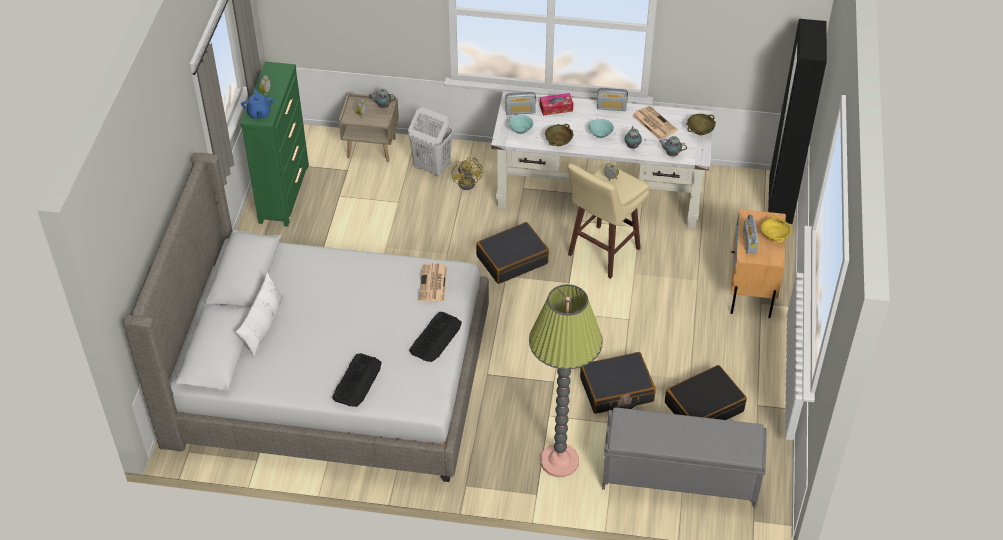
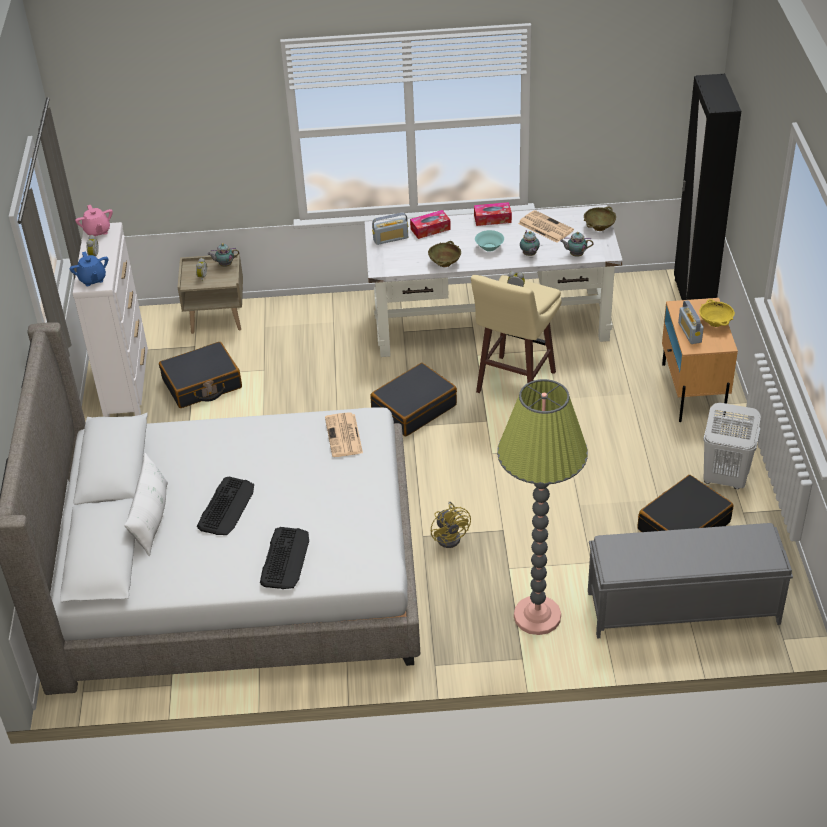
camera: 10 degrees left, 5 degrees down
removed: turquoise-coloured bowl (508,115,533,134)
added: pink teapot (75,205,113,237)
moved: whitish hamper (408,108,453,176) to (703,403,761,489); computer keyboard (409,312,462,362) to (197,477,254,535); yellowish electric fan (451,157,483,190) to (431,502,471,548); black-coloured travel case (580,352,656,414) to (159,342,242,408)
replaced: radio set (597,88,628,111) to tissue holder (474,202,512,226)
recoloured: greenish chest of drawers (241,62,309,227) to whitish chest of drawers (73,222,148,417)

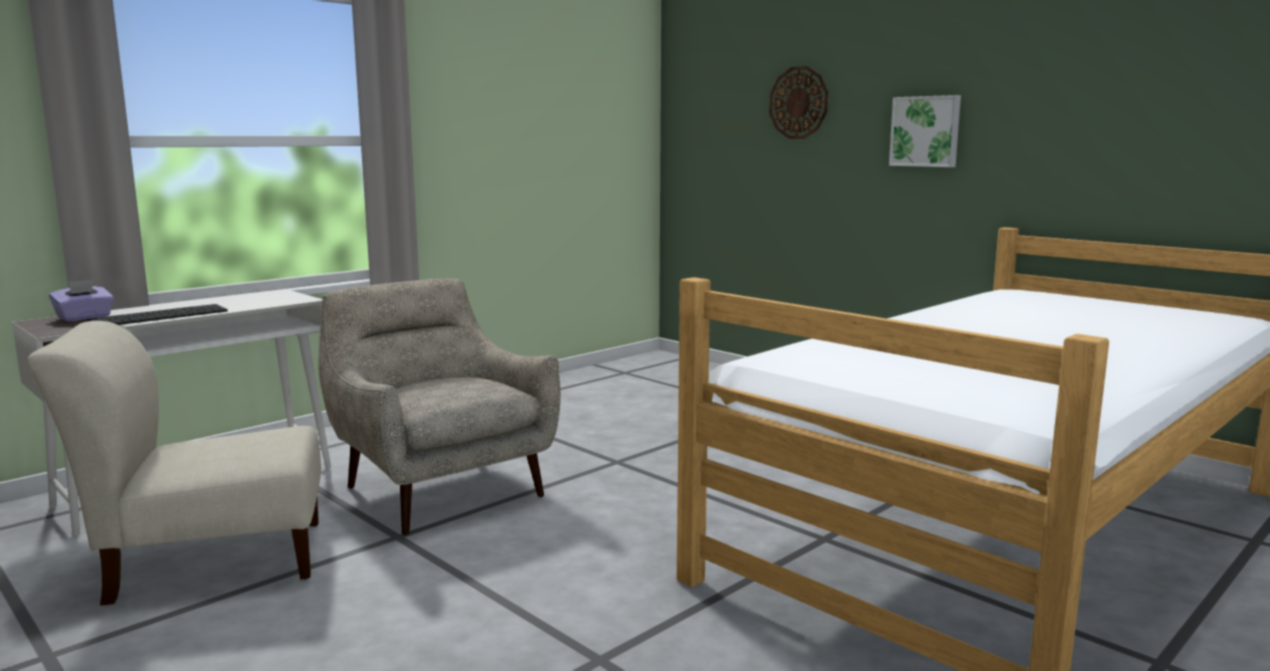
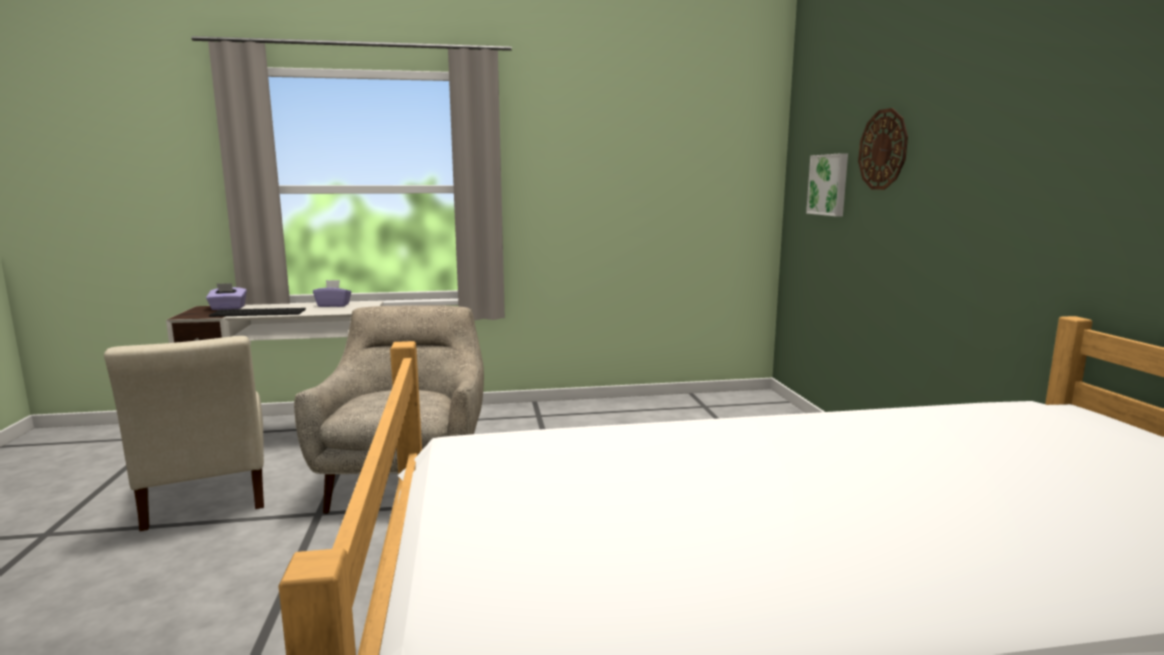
camera: 35 degrees right, 0 degrees up
added: purplish tissue holder (313,280,351,307)
moved: wall art (889,95,961,167) to (806,153,848,216)
turned: beige-coloured upright chair (28,321,321,605) = (104,336,264,531) 135 degrees counterclockwise

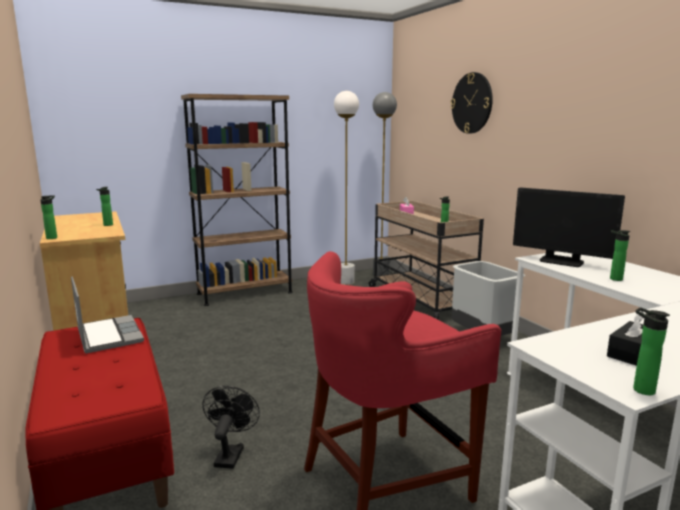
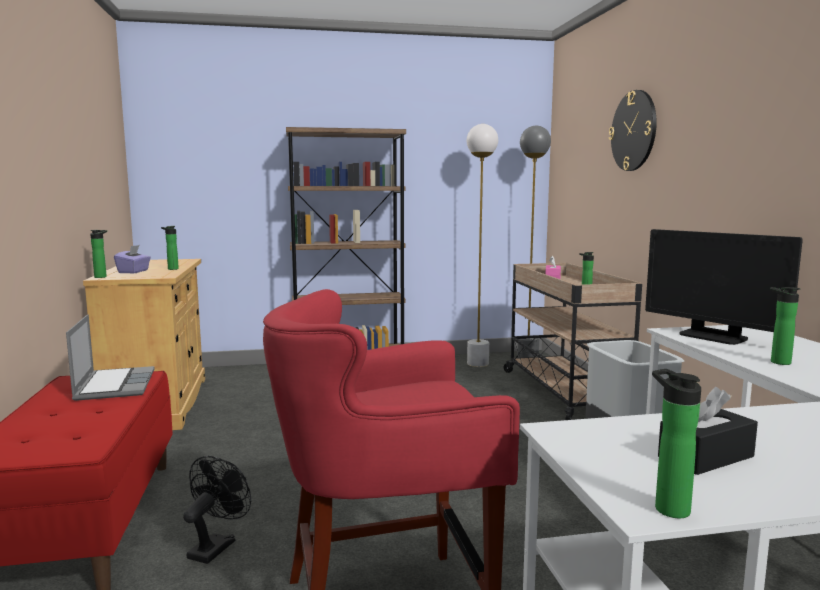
camera: 15 degrees right, 5 degrees down
added: purplish tissue holder (114,245,151,273)

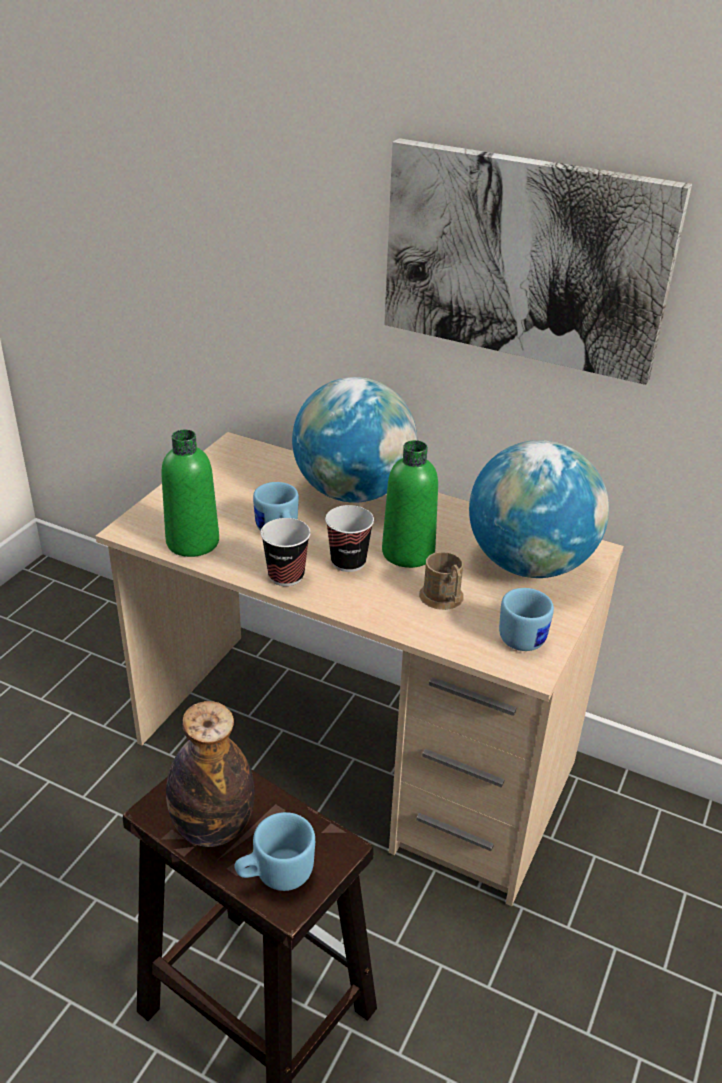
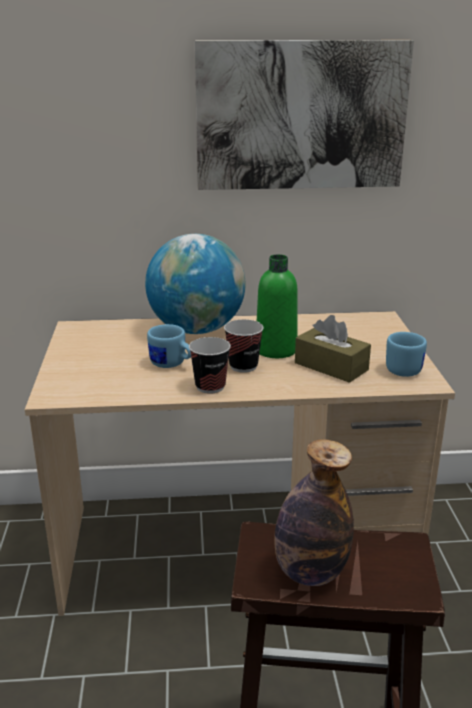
camera: 30 degrees left, 10 degrees down
removed: greenish beverage bottle (161,430,219,557); bluish mug (234,812,315,891); globe (469,440,609,578)
replaced: brownish mug (419,552,464,610) to brownish tissue holder (295,315,371,383)

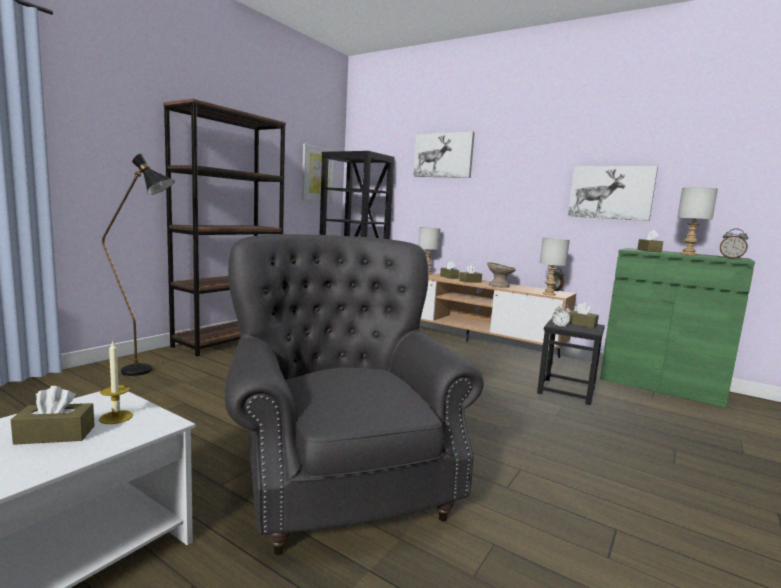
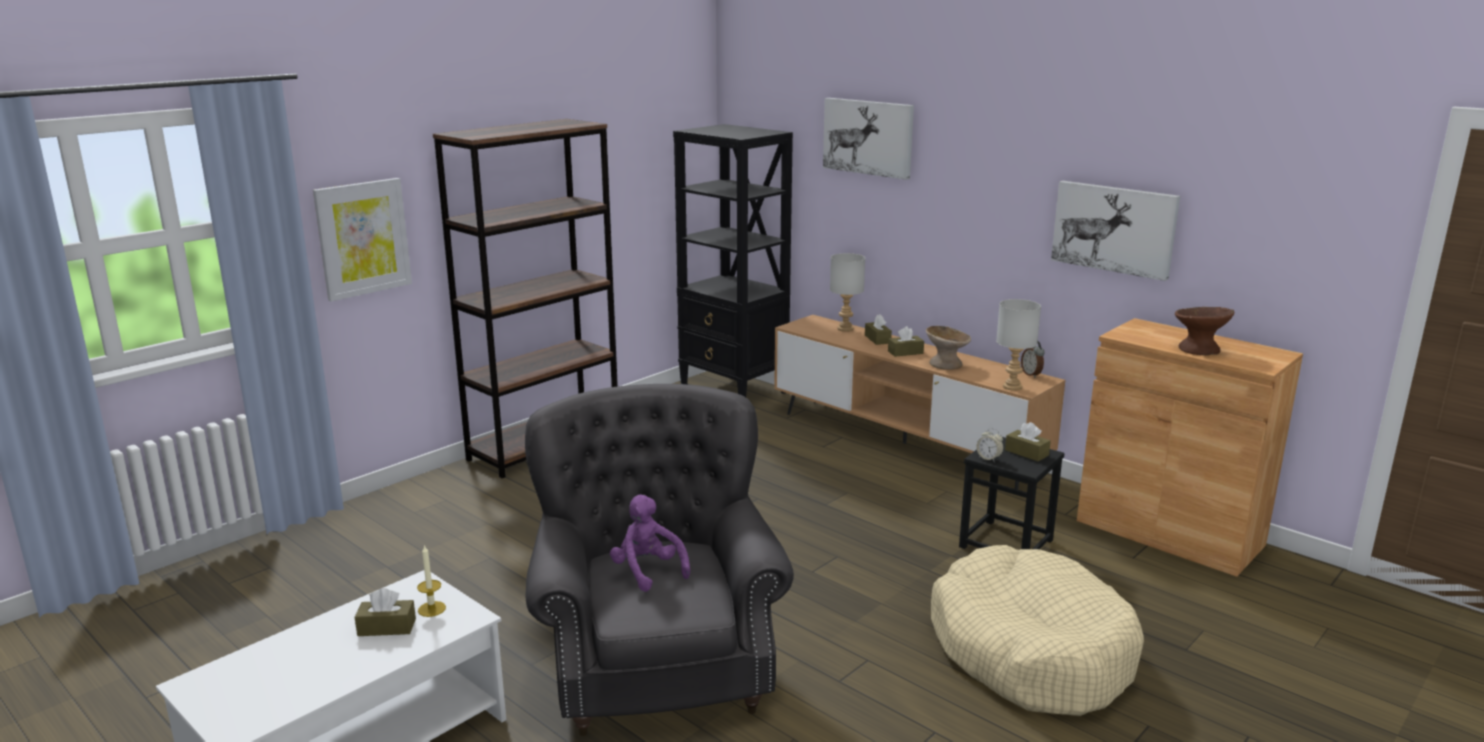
camera: 10 degrees right, 10 degrees up
removed: black-coloured floor lamp (102,154,174,376); brownish tissue holder (637,230,663,252); table clock (720,229,748,259)
added: purplish plush toy (610,494,690,592); beige-coloured pet bed (931,545,1144,716)
moved: wall art (302,144,335,202) to (313,178,412,301)
replaced: greyish lamp for a table (677,187,718,255) to brownish bowl (1175,307,1234,356)
recoloured: greenish cupboard (600,248,755,408) to brownish cupboard (1077,318,1303,577)

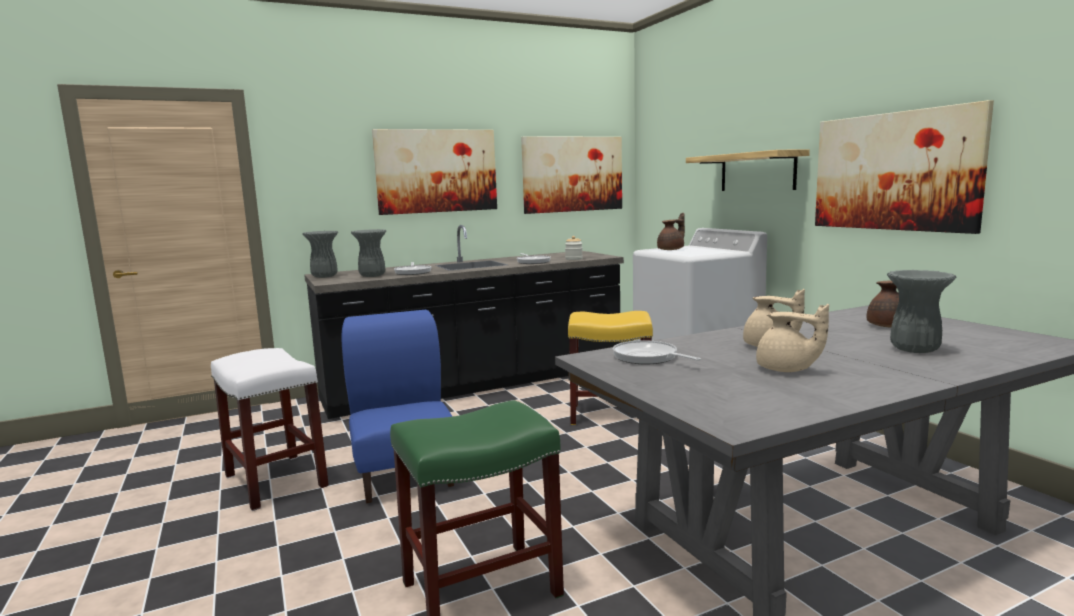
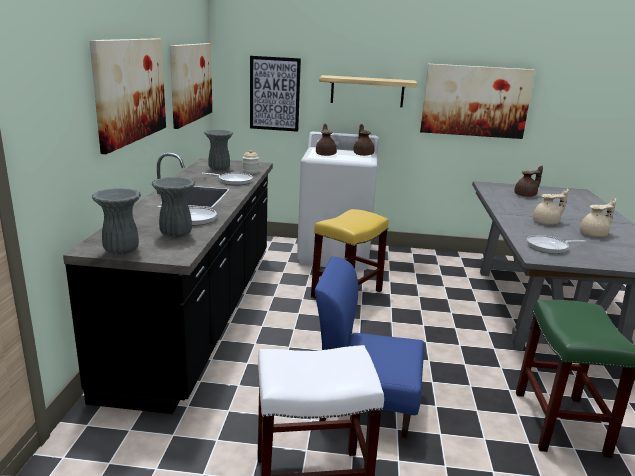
camera: 60 degrees left, 10 degrees up
added: wall art (250,56,301,132); brownish teapot (354,124,374,156)
moved: greyish flower vase (887,270,957,353) to (204,130,233,171)

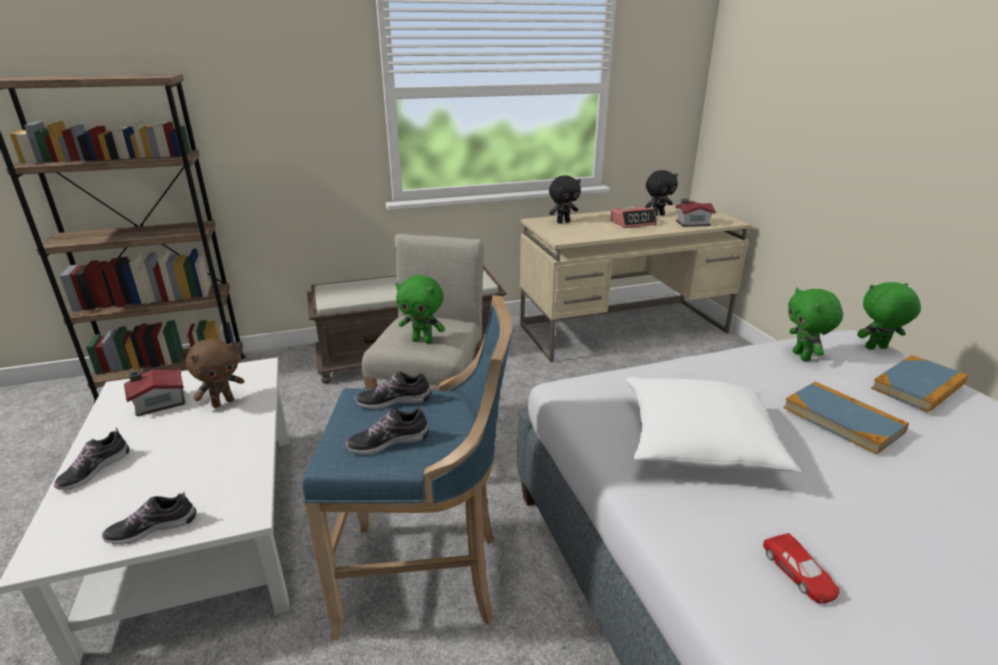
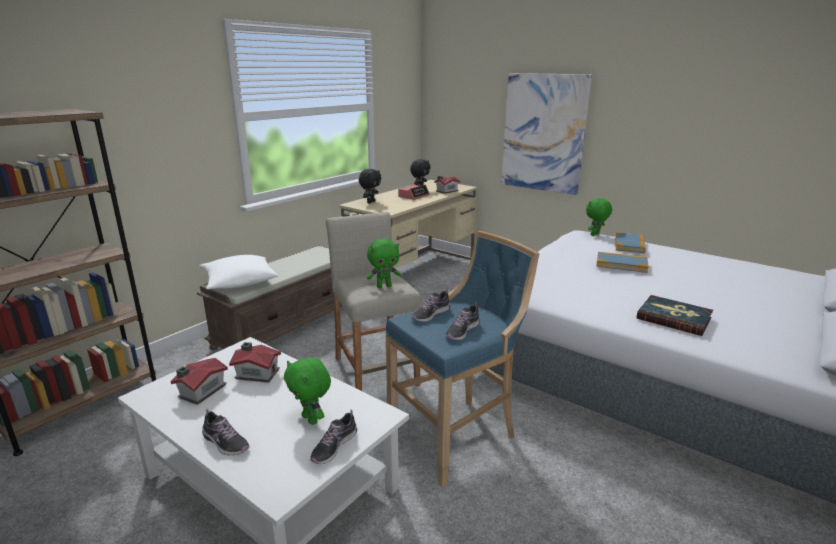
camera: 35 degrees left, 5 degrees down
added: wall art (501,73,592,195)
moved: whitish cushion (626,377,802,473) to (200,255,279,290); greenish plush toy (788,287,843,361) to (284,357,331,425)
replaced: brownish plush toy (186,338,245,408) to toy house (229,342,281,383); red miniature car (763,533,840,604) to book (636,295,713,336)
turned: low shoe (54,428,129,490) = (202,409,250,456) 45 degrees counterclockwise

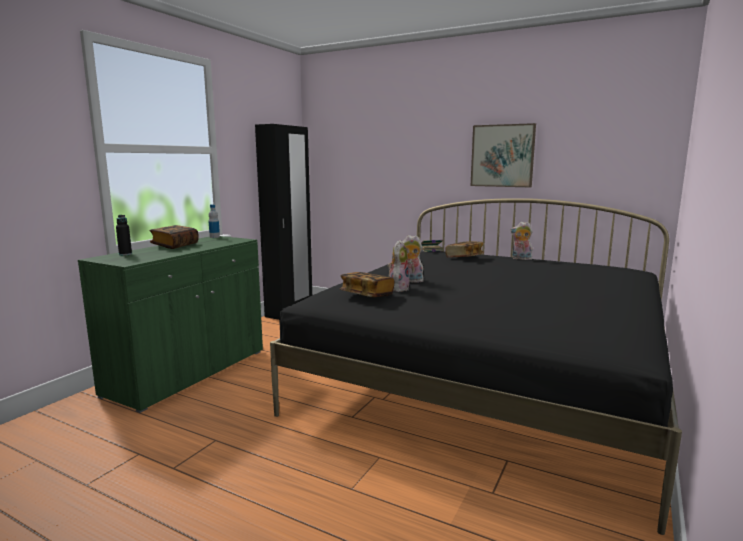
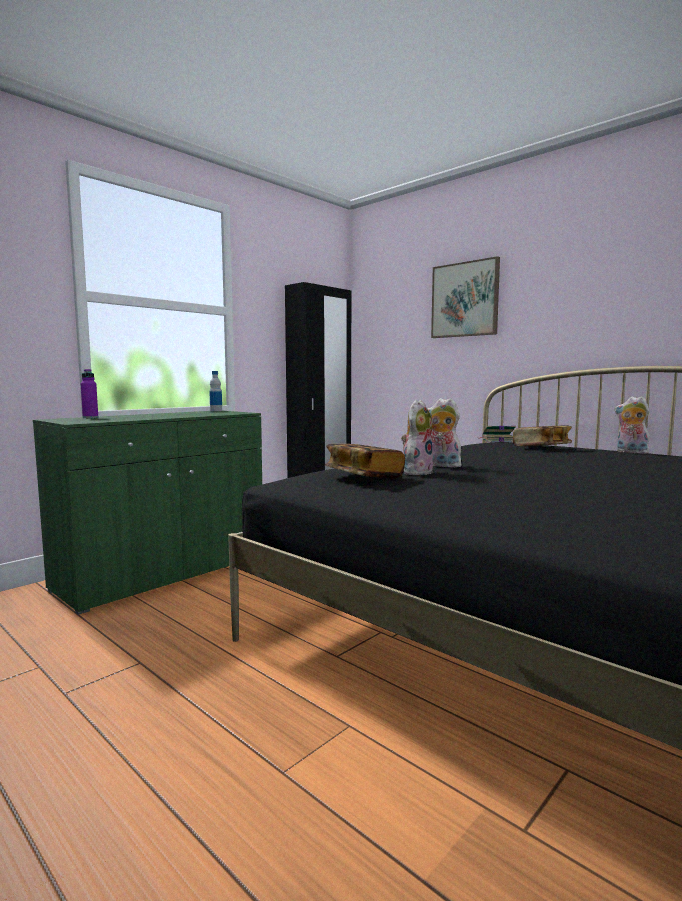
camera: 15 degrees right, 5 degrees down
removed: book (149,225,198,249)
moved: wall art (471,123,536,188) to (431,256,500,338)
recoloured: black-coloured beverage bottle (116,215,132,256) to purplish beverage bottle (81,369,98,418)

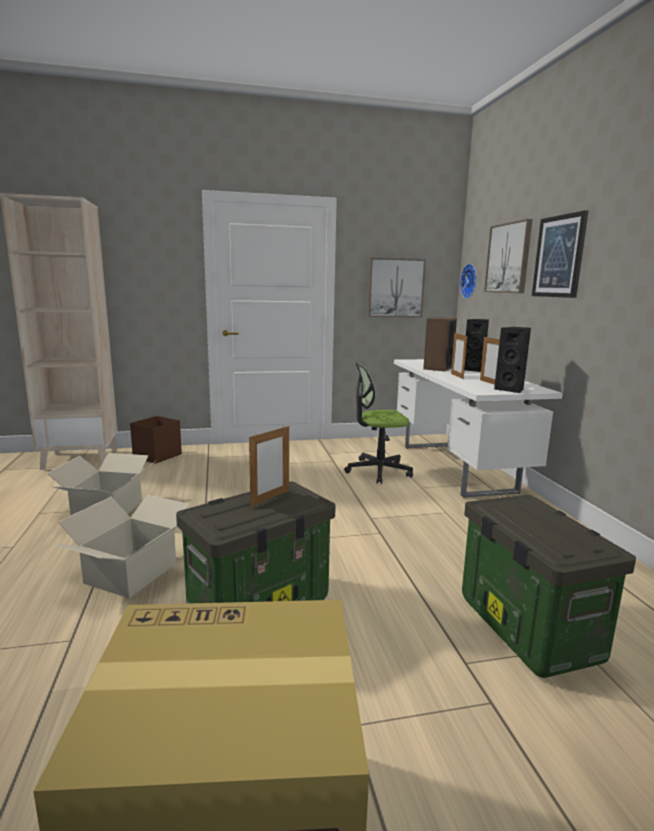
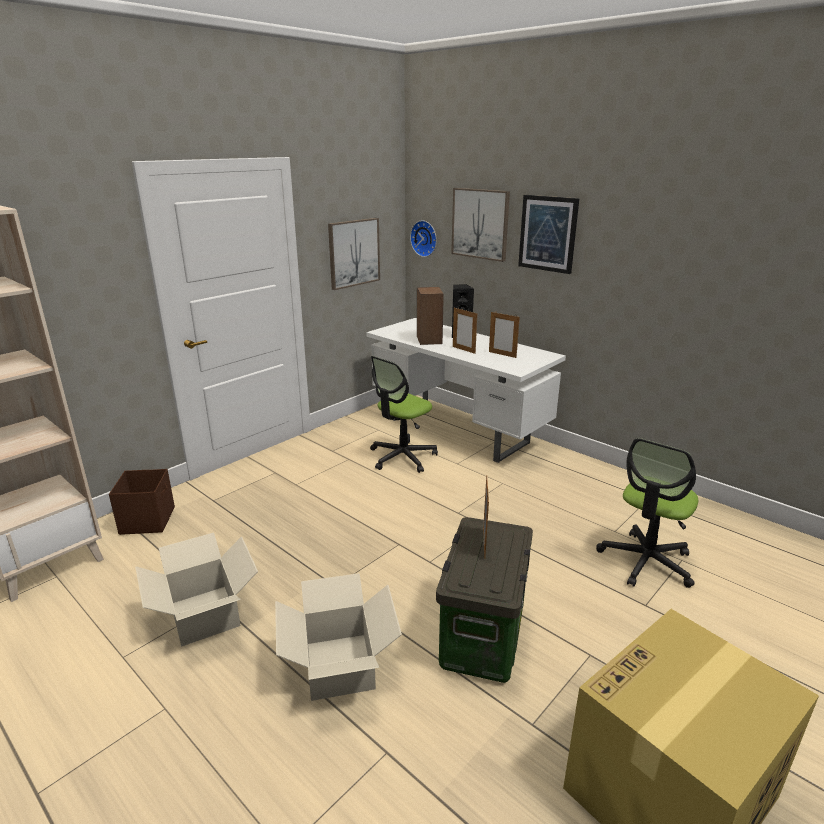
camera: 35 degrees left, 10 degrees up
removed: black-coloured loudspeaker (494,327,531,393)
replaced: storage box (462,495,636,678) to office chair (596,438,698,588)

